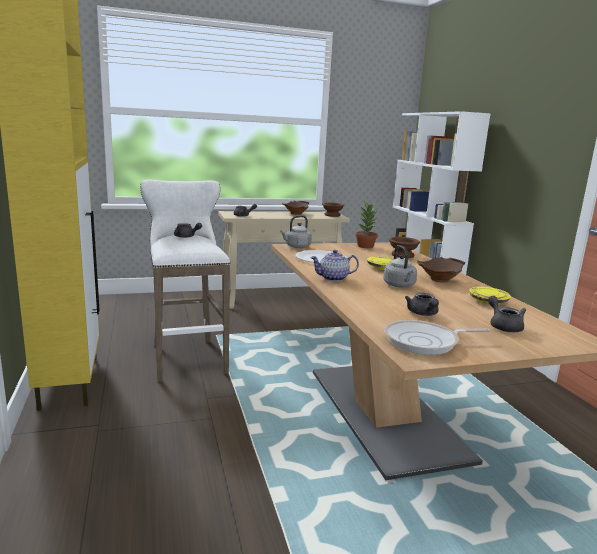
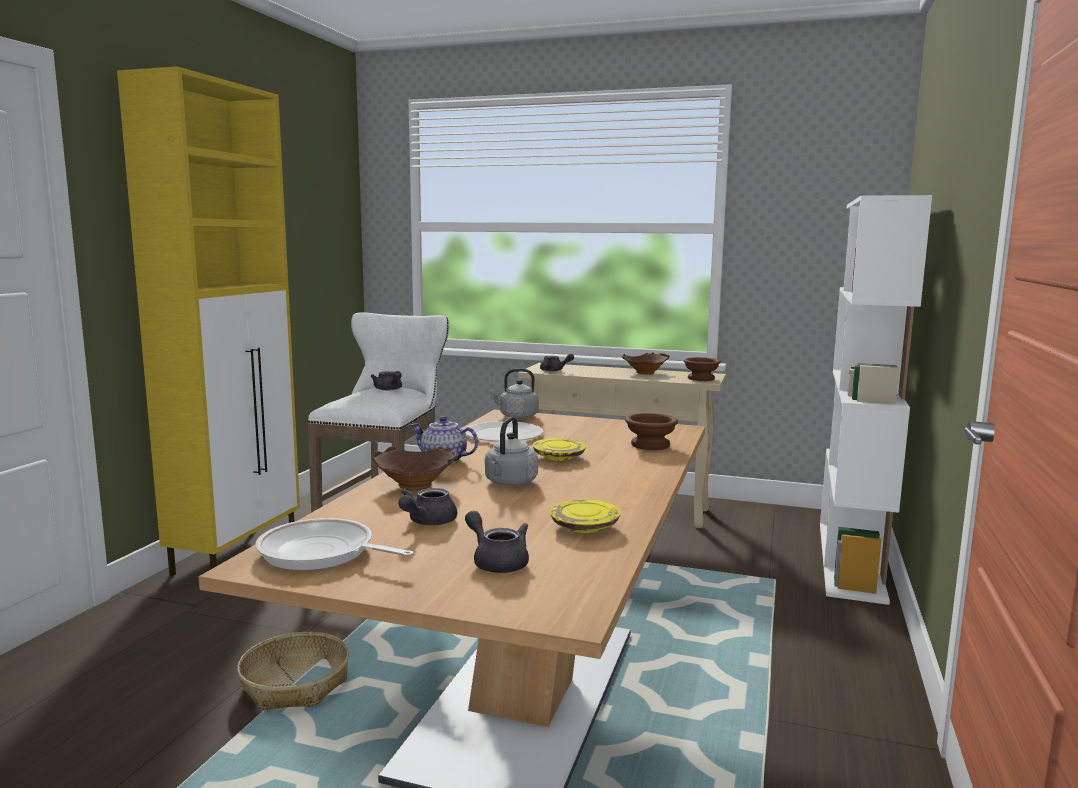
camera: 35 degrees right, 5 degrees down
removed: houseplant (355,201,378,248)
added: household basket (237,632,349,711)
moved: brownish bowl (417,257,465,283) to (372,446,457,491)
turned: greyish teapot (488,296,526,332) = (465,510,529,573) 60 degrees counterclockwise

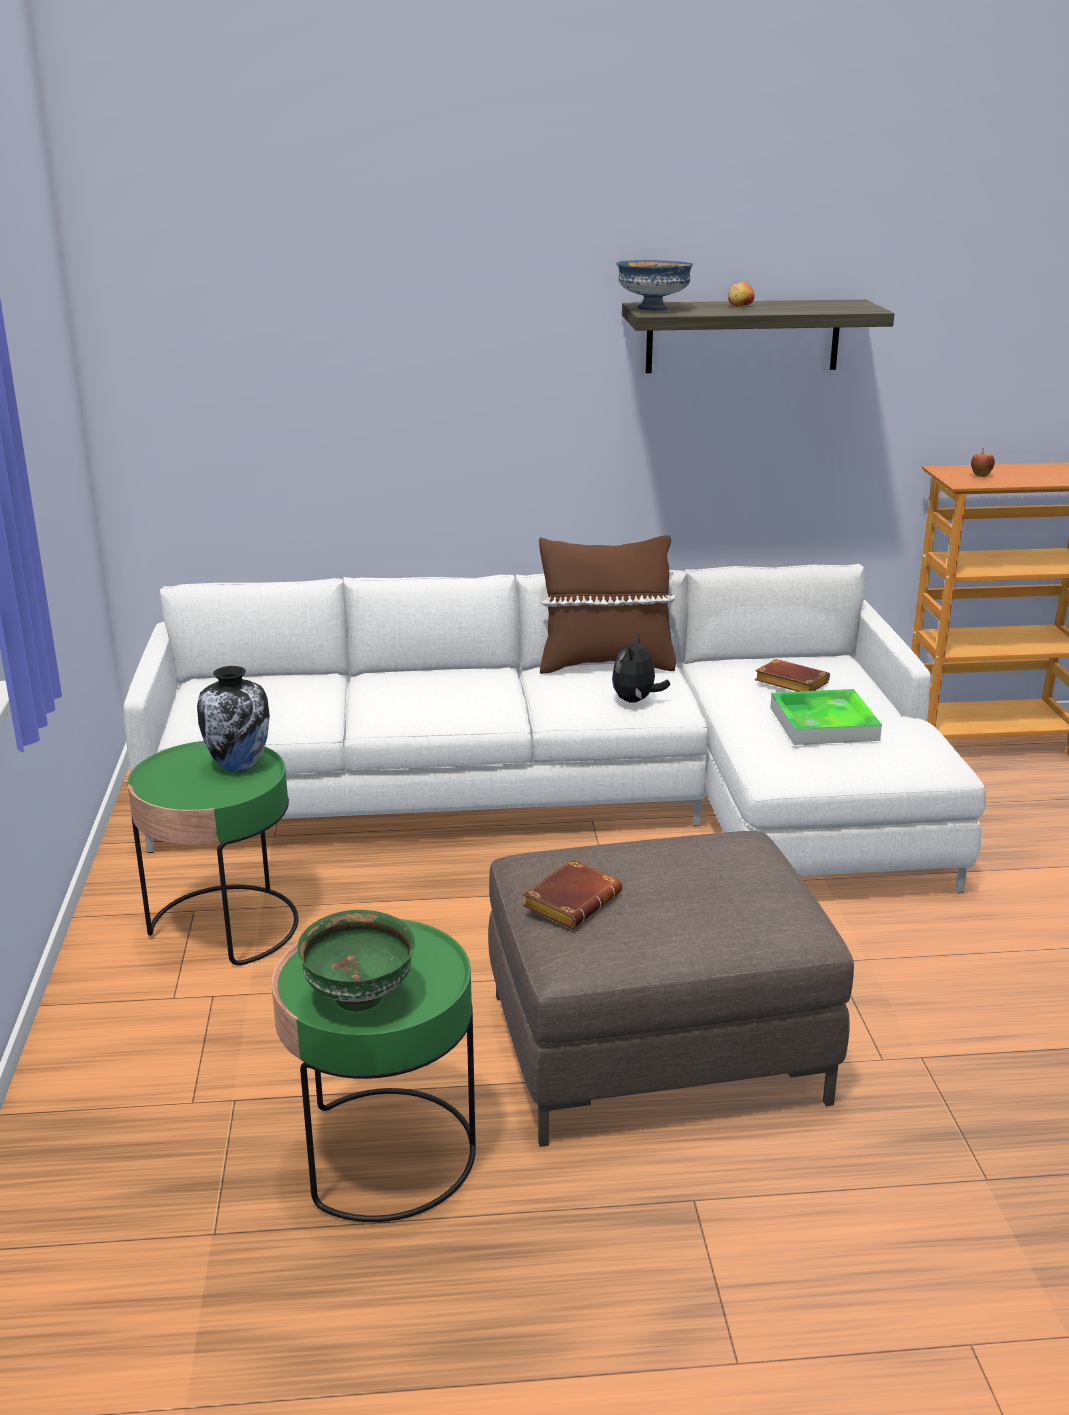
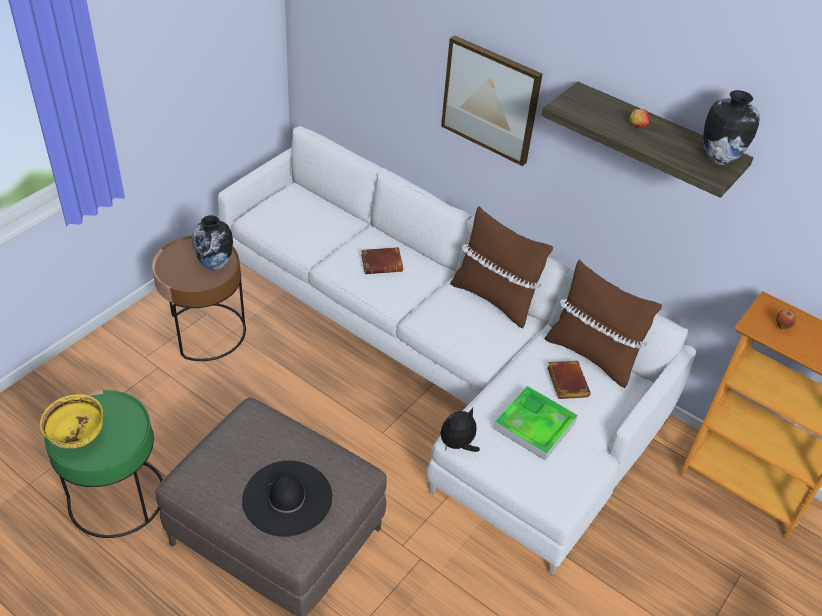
camera: 40 degrees right, 20 degrees up
removed: bluish bowl (616,260,694,311)
added: black-coloured wearable hat (242,461,332,537); wall art (441,35,543,166); brownish cushion (545,260,662,388); flower vase (703,90,760,165)
moved: brownish book (523,859,622,929) to (361,247,403,274); plush toy (612,635,670,703) to (440,408,480,452)
recoloured: greenish side table (128,741,299,966) to brownish side table (152,235,246,361); greenish bowl (297,910,415,1011) to yellowish bowl (40,394,103,449)

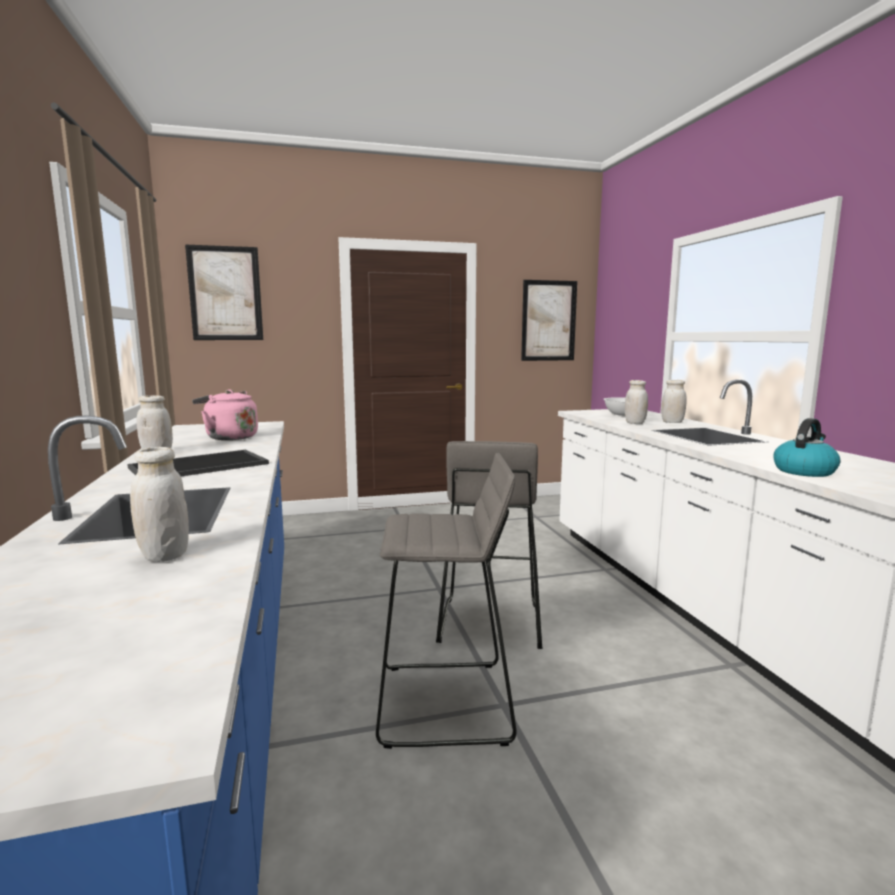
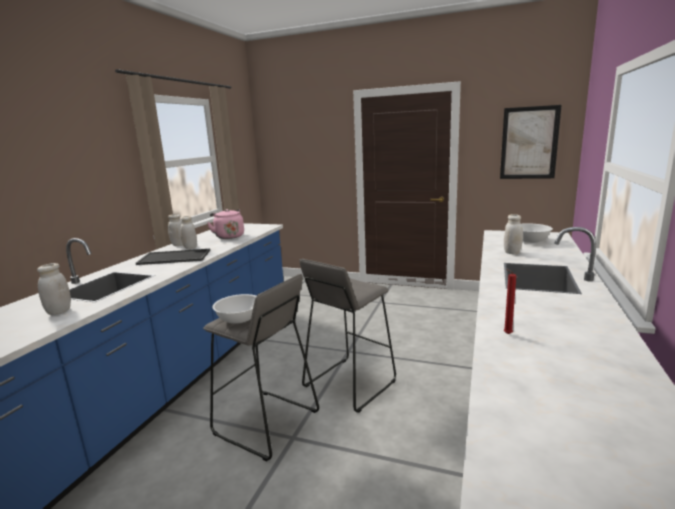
camera: 35 degrees right, 5 degrees up
removed: wall art (185,244,263,340)
added: whitish bowl (212,294,256,324)
moved: whitish jar (661,380,687,423) to (180,216,197,249)
replaced: tea kettle (773,418,840,477) to red wax candle (504,269,516,334)

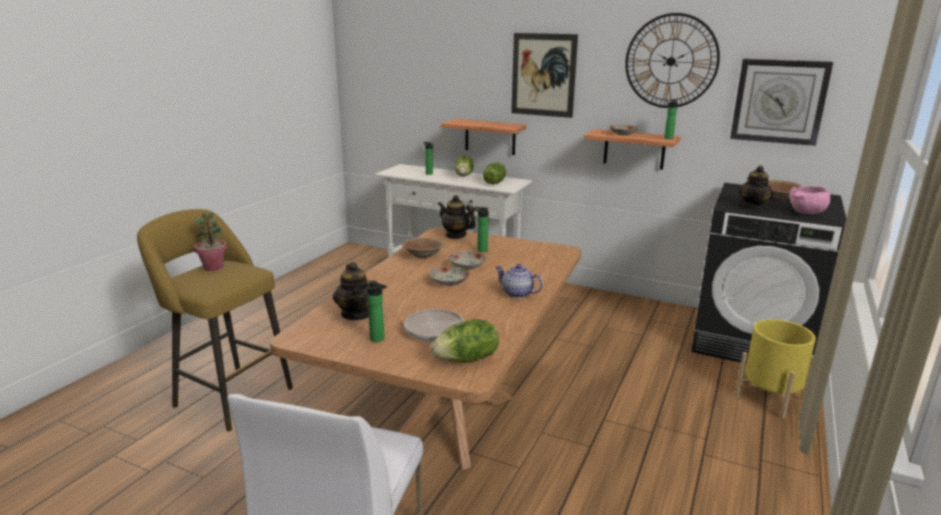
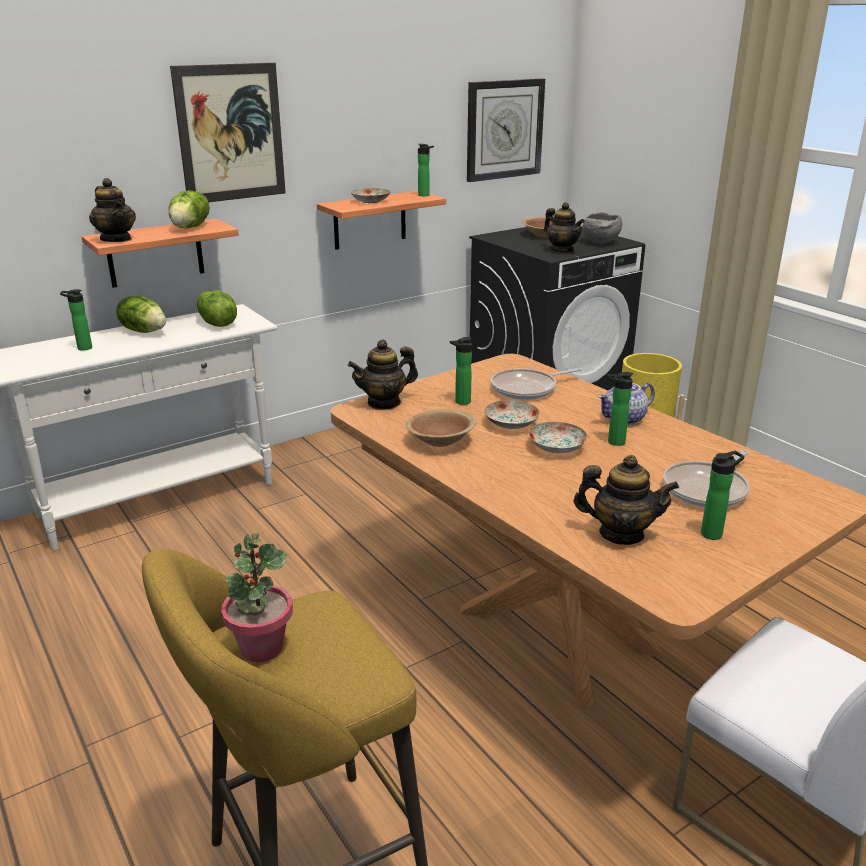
camera: 60 degrees left, 5 degrees up
removed: clock on the wall (625,13,720,108)
added: teapot (89,178,136,242); pan (491,368,582,400); beverage bottle (607,372,633,446)
moved: head of lettuce (431,319,499,362) to (168,190,210,229)
recoloured: pink bowl (789,186,830,215) to greyish bowl (583,212,622,244)

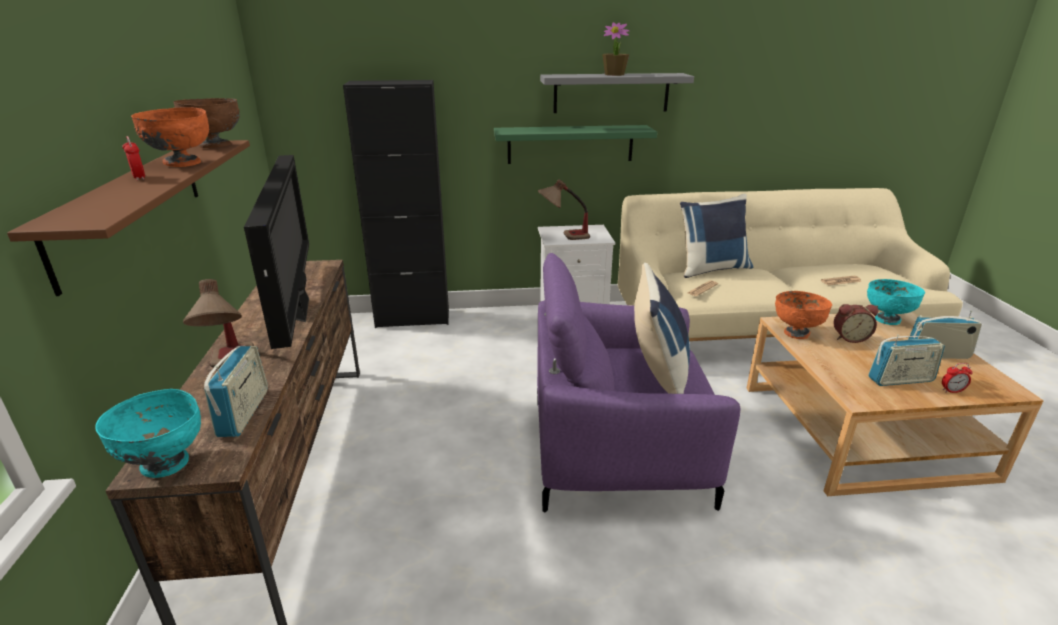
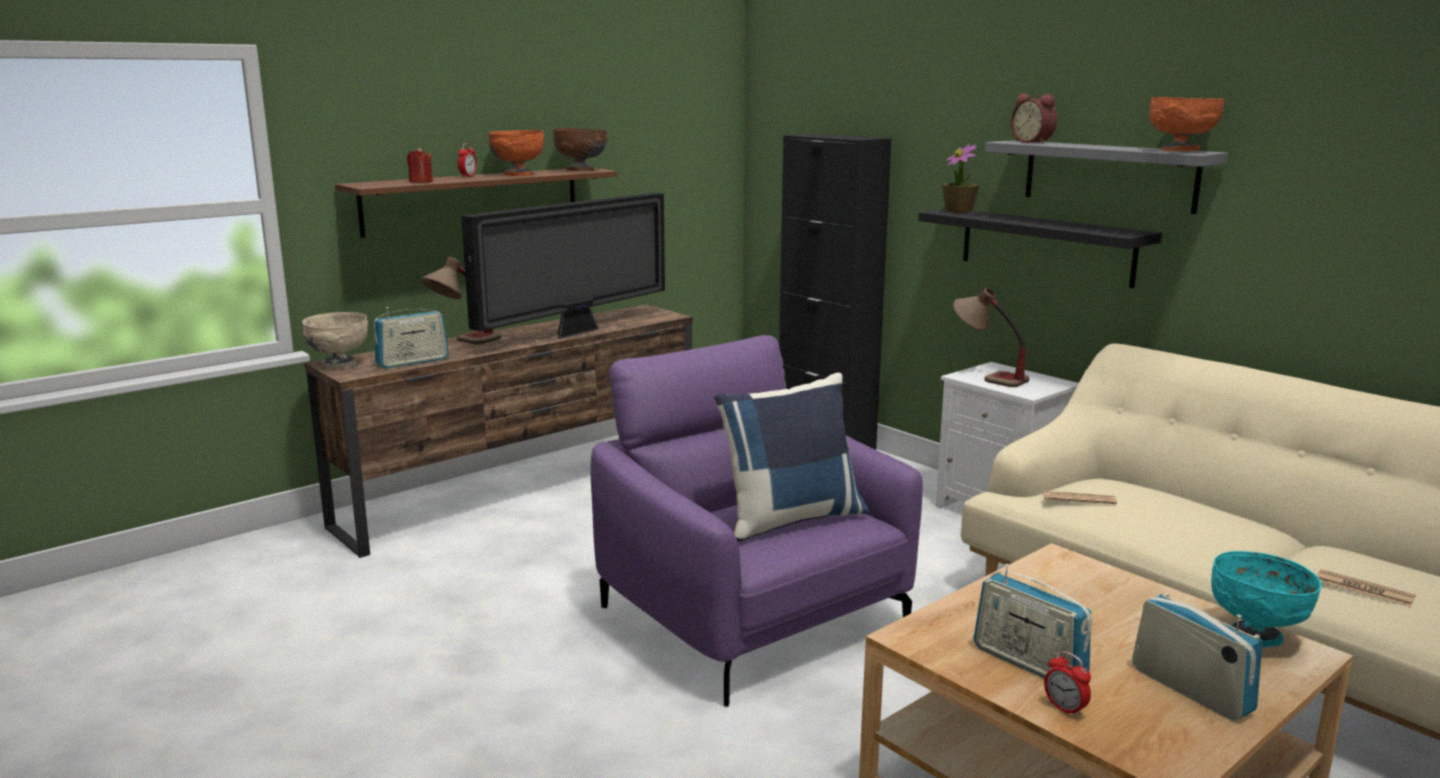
camera: 55 degrees right, 10 degrees down
removed: bluish cushion (680,194,753,278)
added: red wax candle (407,147,433,183)
moved: houseplant (602,22,630,76) to (942,144,979,213); orange-coloured bowl (775,291,832,339) to (1150,97,1225,151); table clock (834,304,878,343) to (1011,94,1057,144)
recoloured: turquoise-coloured bowl (95,389,201,478) to beige-coloured bowl (302,312,368,369); greenish shelf (494,125,657,164) to black-coloured shelf (918,209,1162,288)

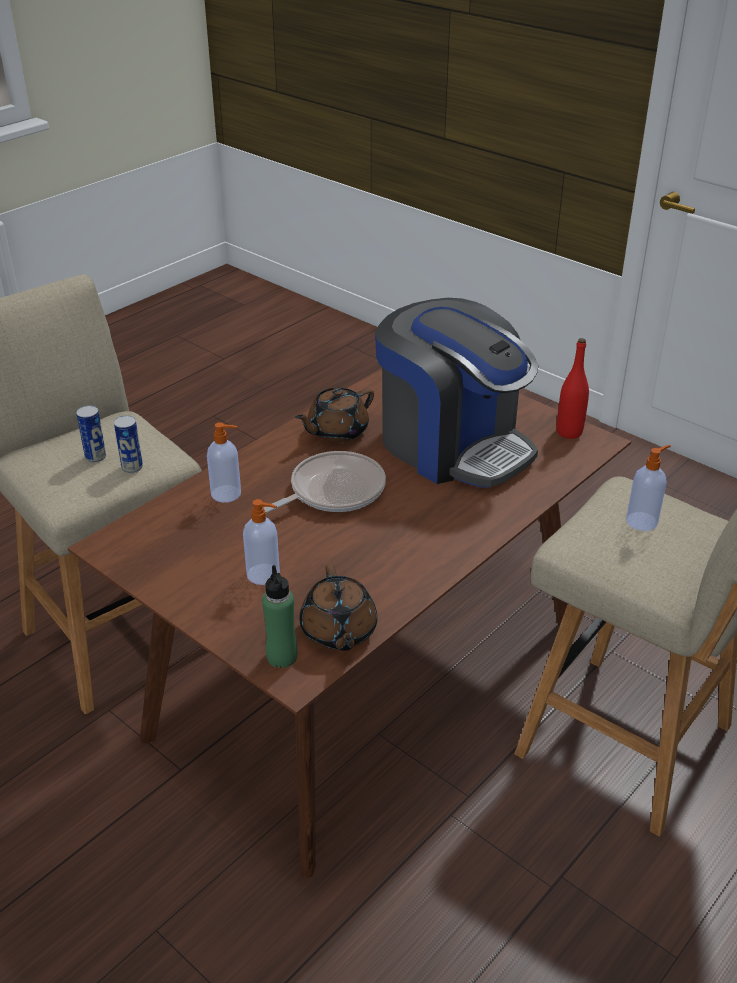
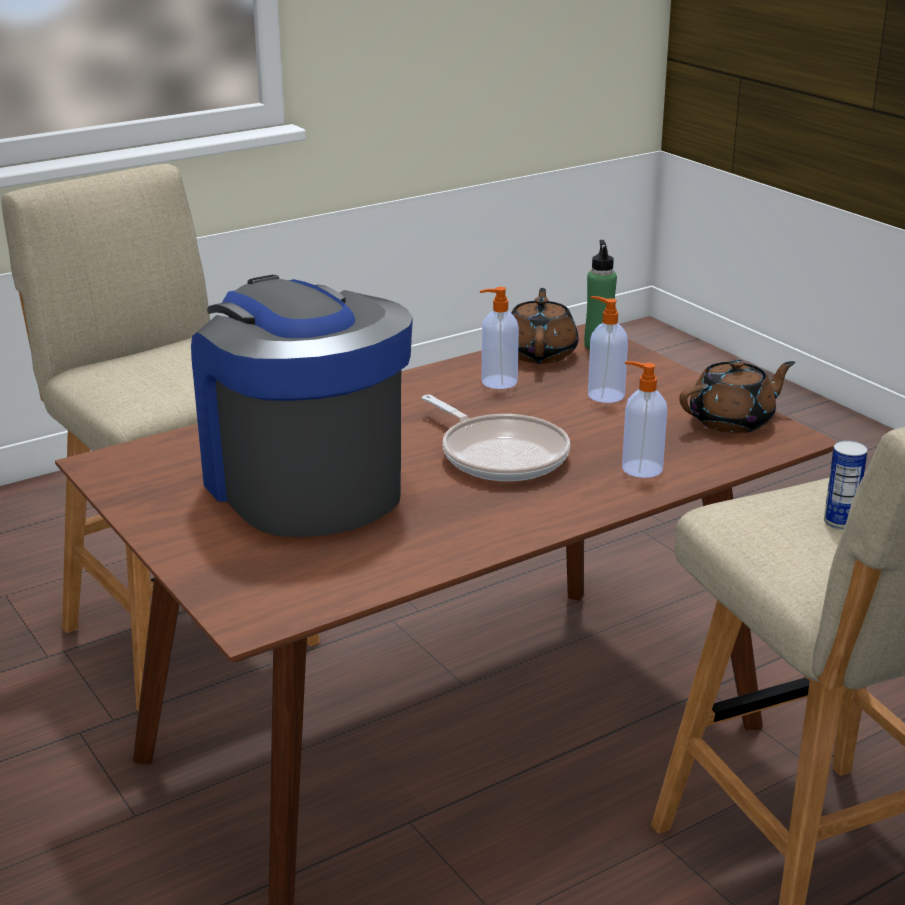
camera: 165 degrees left, 10 degrees down
removed: sealed can (114,415,143,473); red beverage bottle (557,338,589,439)
moved: brownish teapot (295,388,374,443) to (679,359,795,433); soap bottle (626,445,671,531) to (480,287,519,389)
turned: pan (263,451,386,513) = (422,395,570,481) 105 degrees counterclockwise

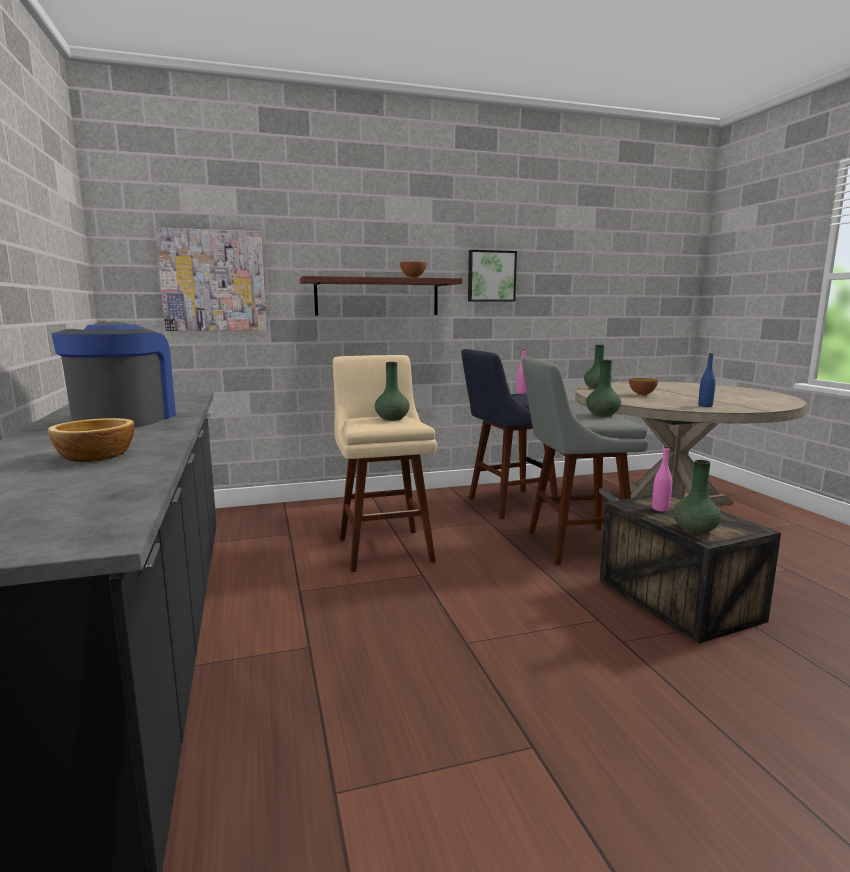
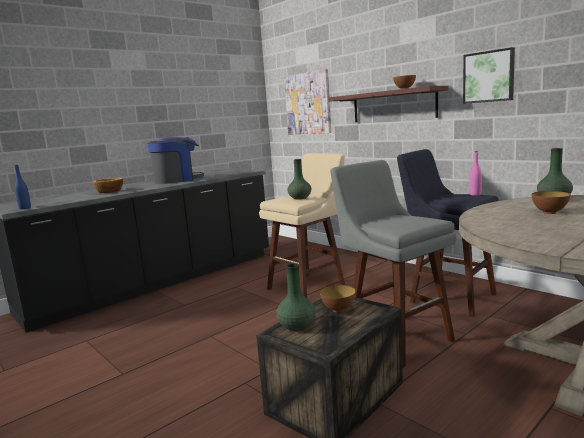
camera: 65 degrees right, 0 degrees up
removed: greenish flower vase (586,360,621,416)
moved: bluish beverage bottle (698,353,716,407) to (15,165,31,209)
replaced: pink beverage bottle (652,446,672,512) to bowl (320,285,356,313)

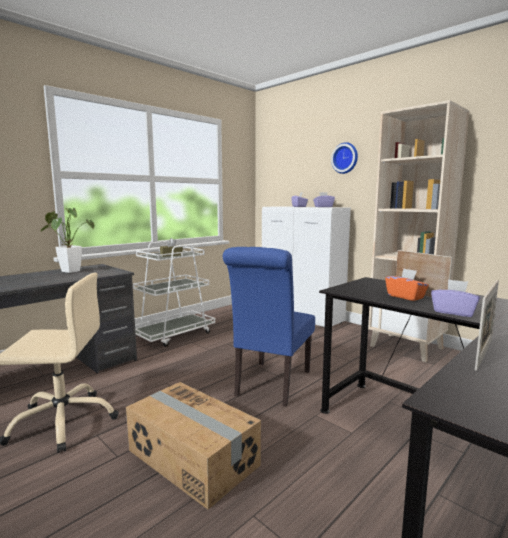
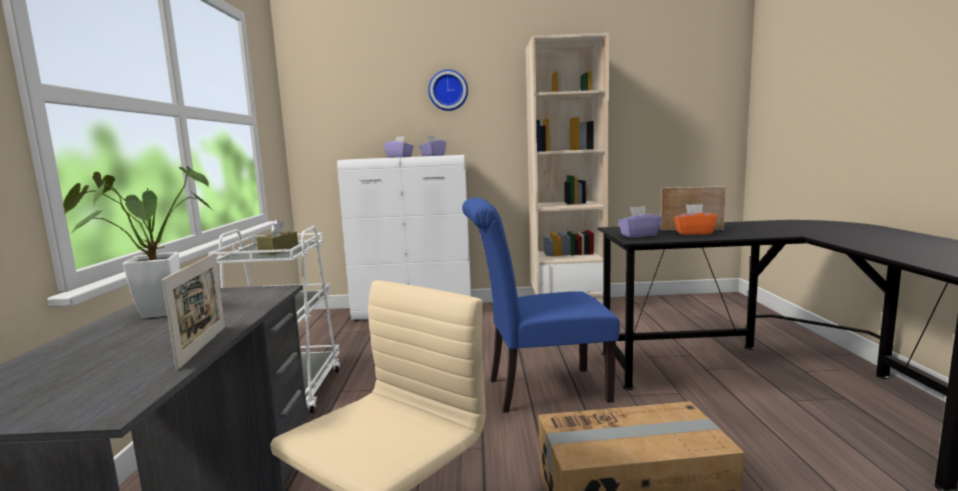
camera: 45 degrees left, 0 degrees up
moved: purplish tissue holder (431,279,480,317) to (618,206,662,237); photo frame (475,280,499,371) to (162,253,225,370)
turned: bluish upright chair (223,247,315,407) = (462,198,620,413) 105 degrees clockwise

